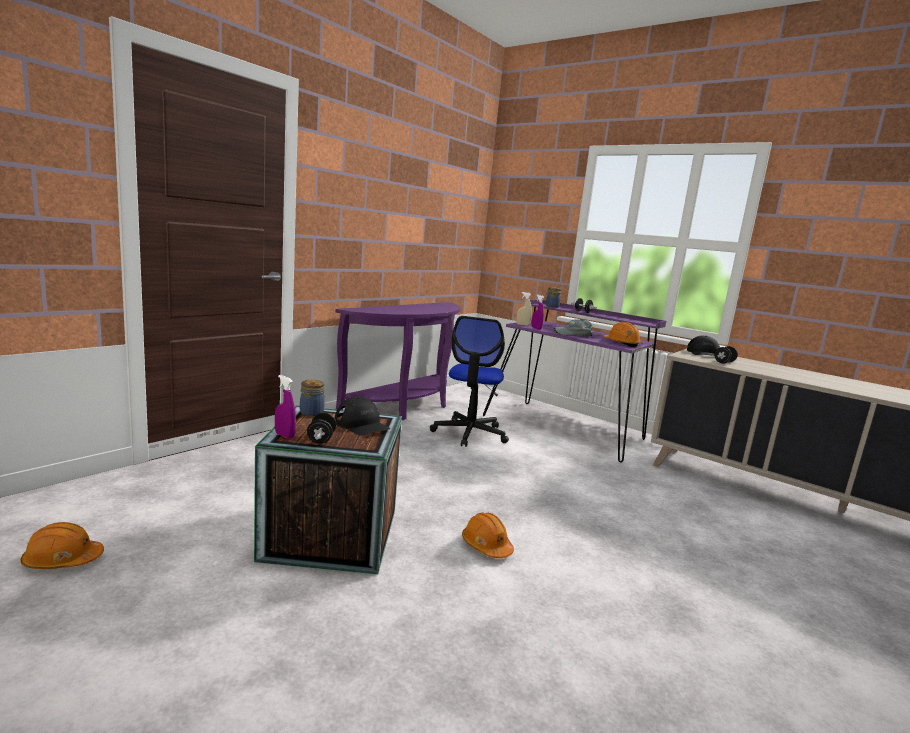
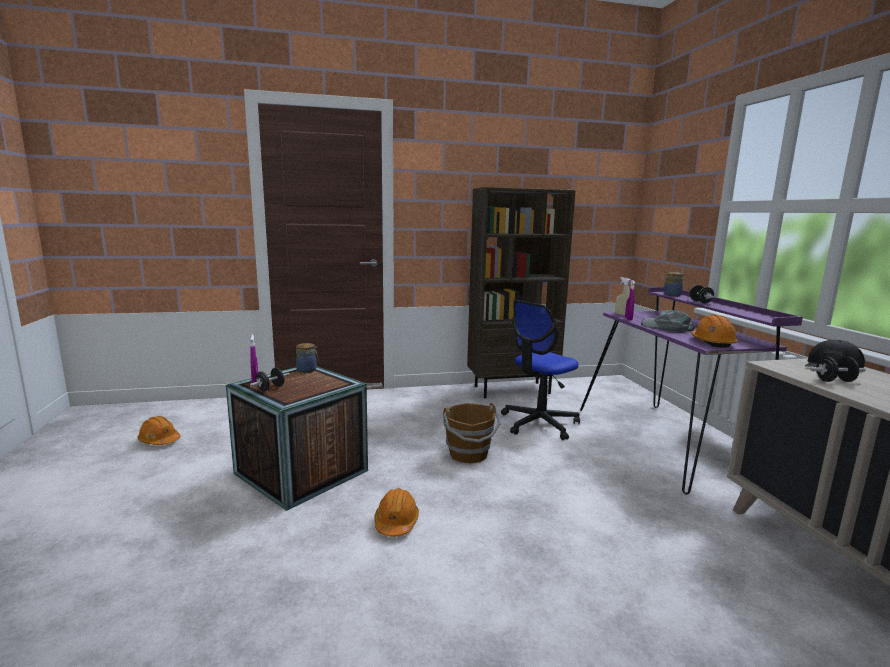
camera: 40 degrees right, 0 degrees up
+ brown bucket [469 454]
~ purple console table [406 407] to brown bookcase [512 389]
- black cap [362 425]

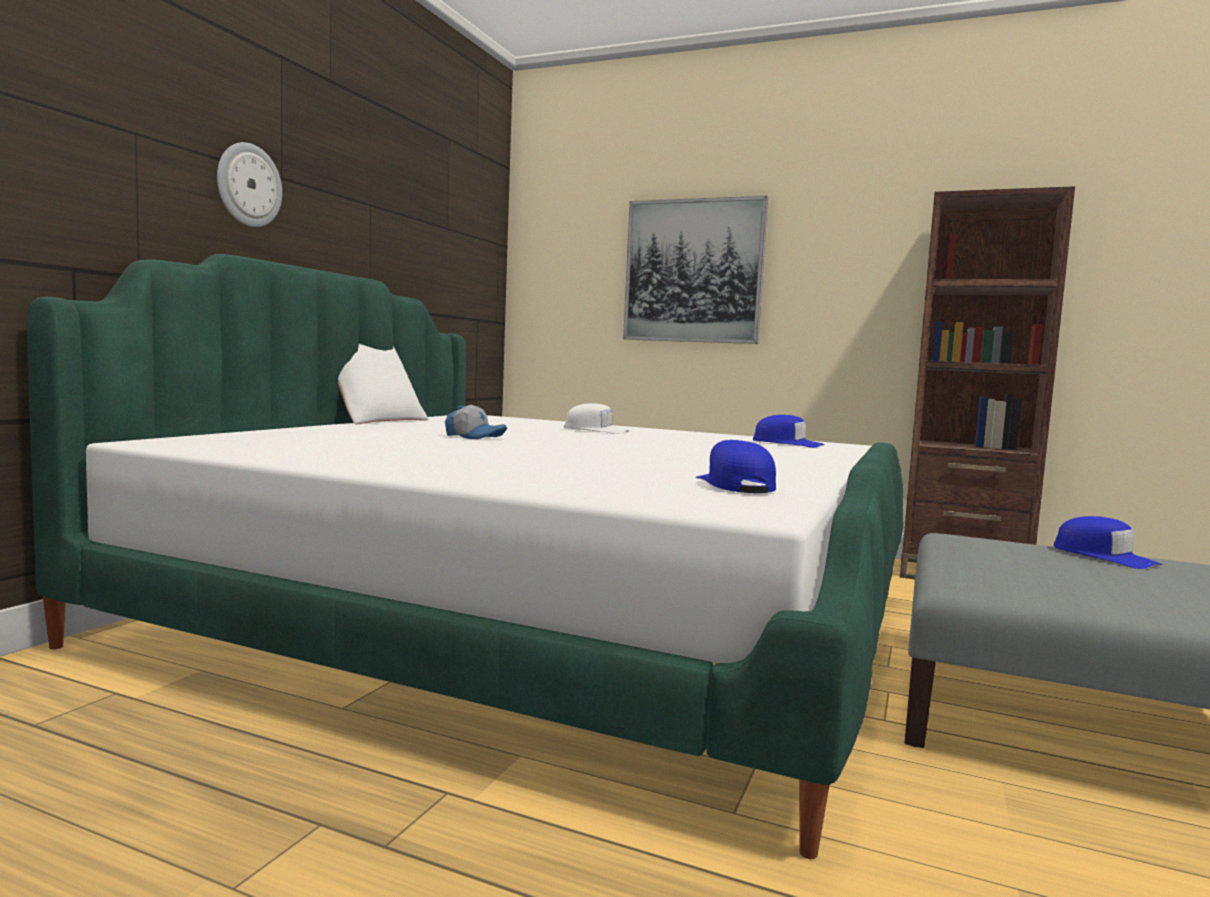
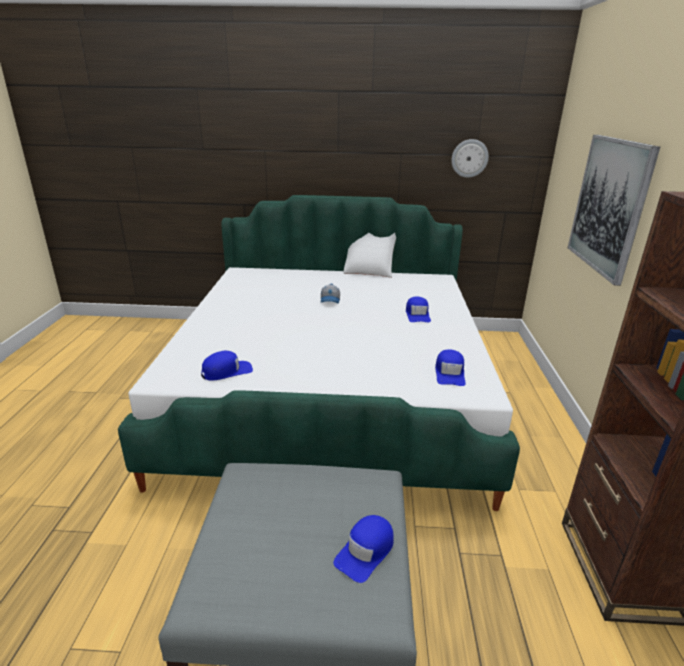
camera: 70 degrees right, 20 degrees up
~ white cap [596 430] to blue cap [417 314]
~ wall clock [248 185] to [469 158]

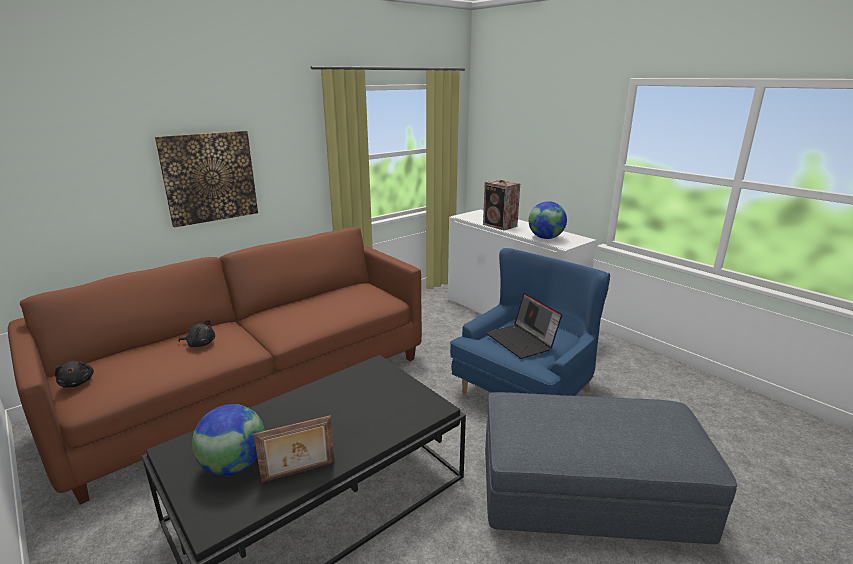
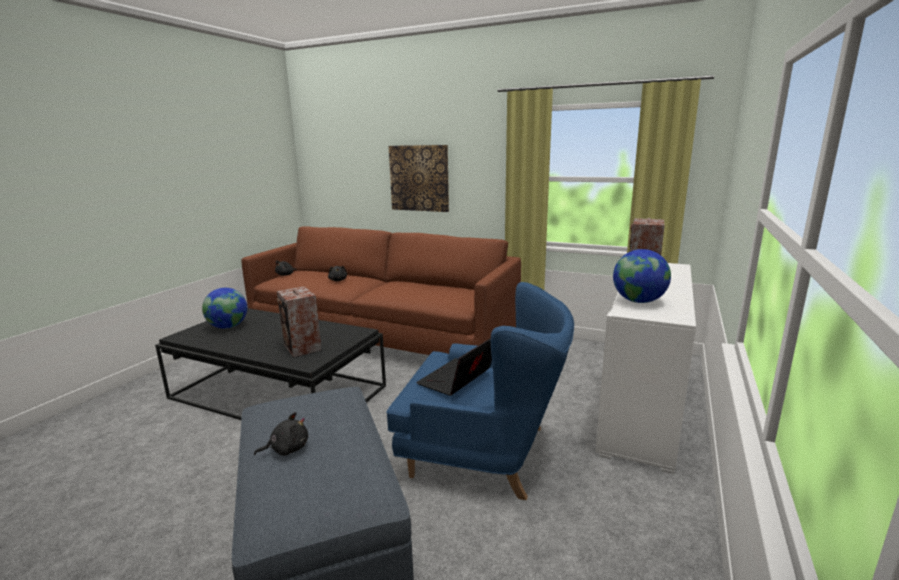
camera: 65 degrees right, 5 degrees down
+ black plush toy [287 449]
+ speaker [302 348]
- picture frame [299 472]

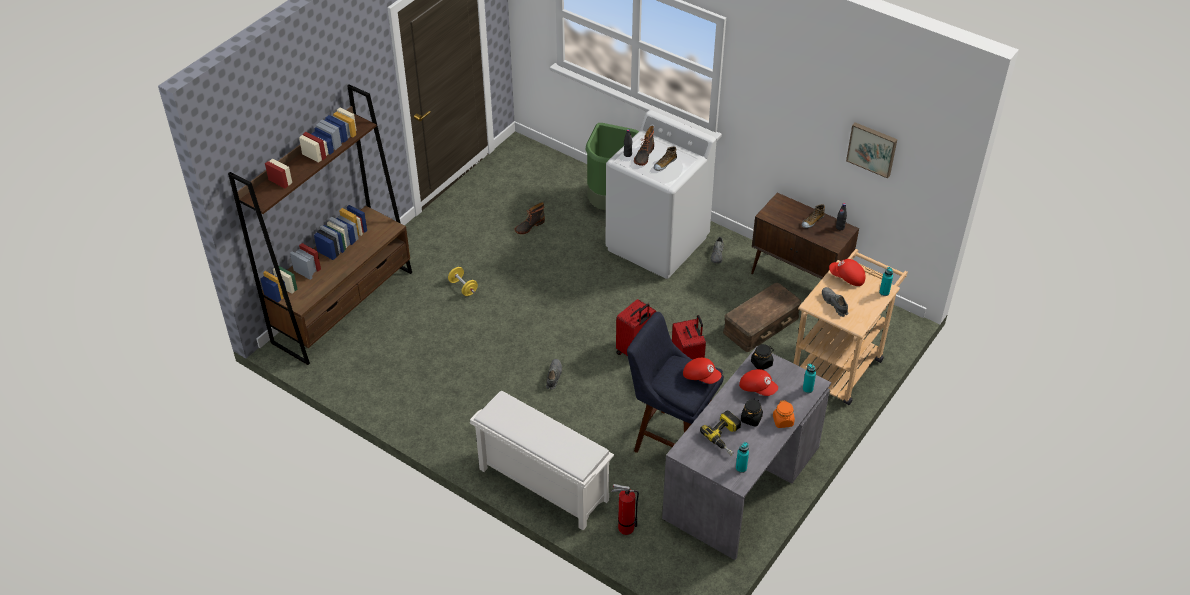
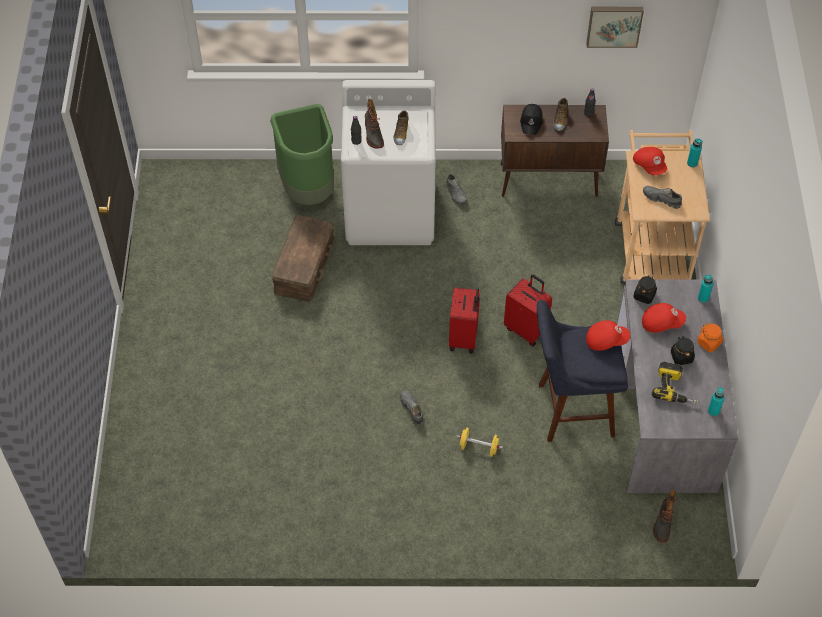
camera: 35 degrees left, 10 degrees up
~ brown storage box [760 324] to [303 265]
~ yellow dumbbell [463 287] to [479 447]
+ black cap [531 121]
~ red cap [847 278] = [649 165] 105 degrees counterclockwise
~ boot [529 226] to [663 523]
- brown bookcase [343 306]
- white shoe rack [541 484]
- fire extinguisher [624 527]

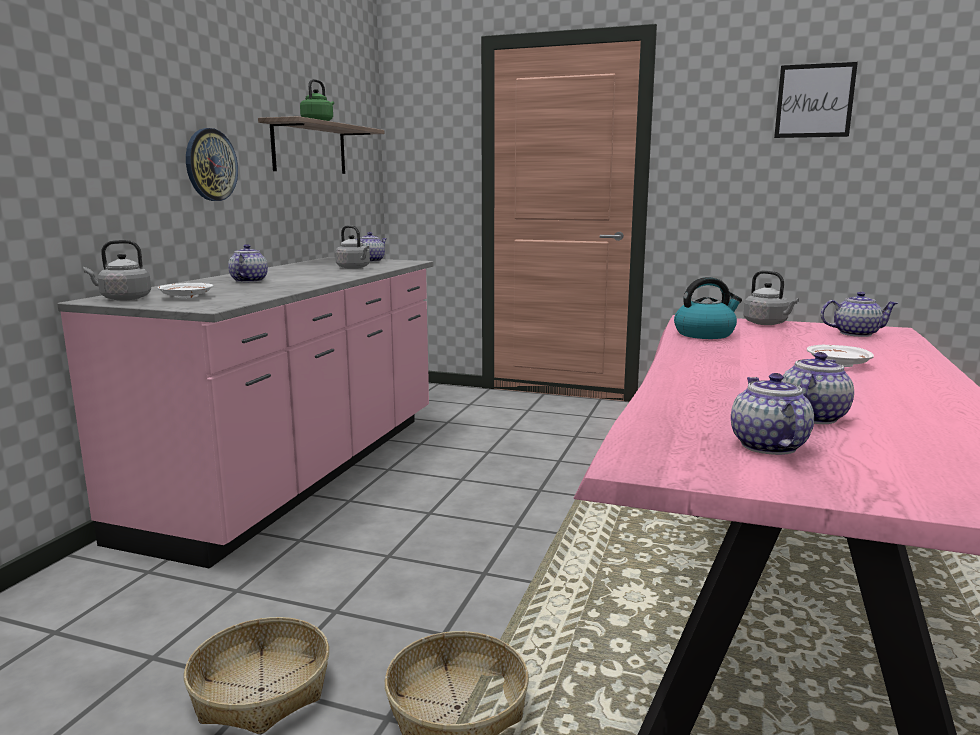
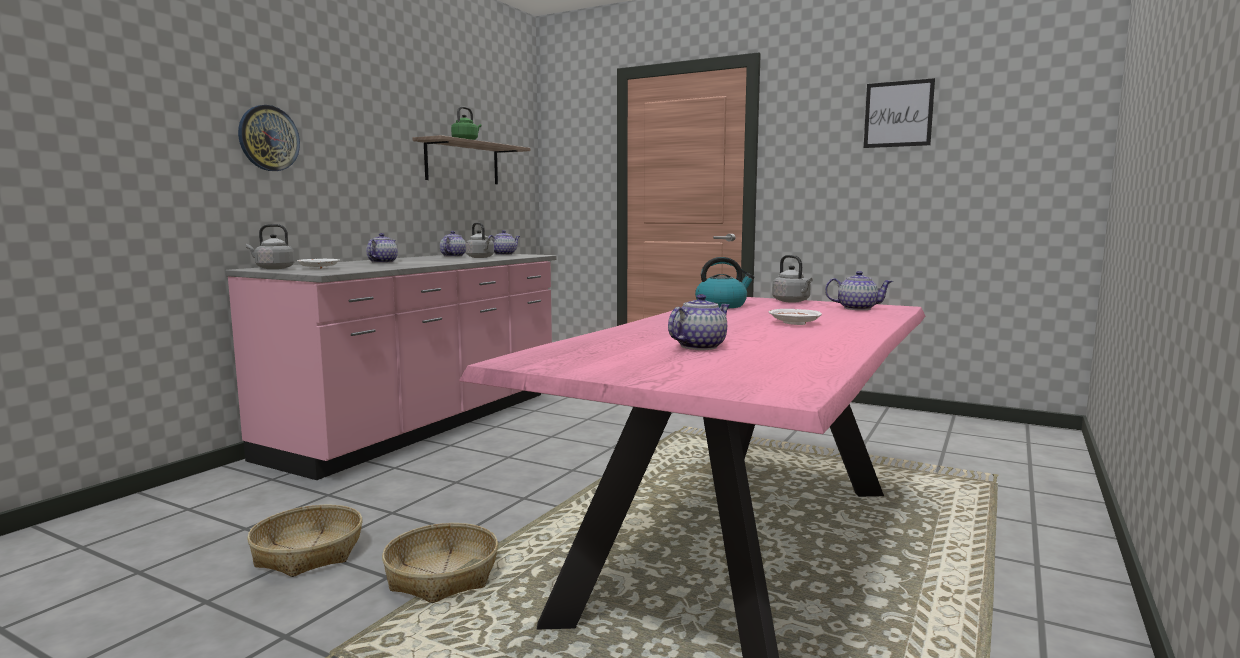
camera: 10 degrees right, 5 degrees down
~ wall clock [210 165] to [268 138]
~ teapot [766 445] to [453 256]

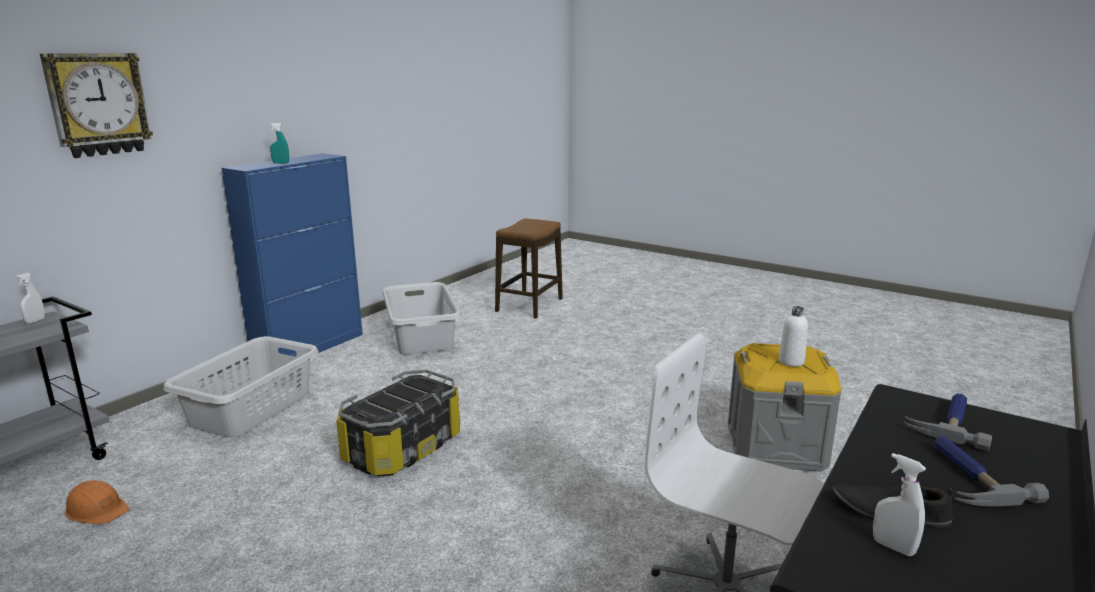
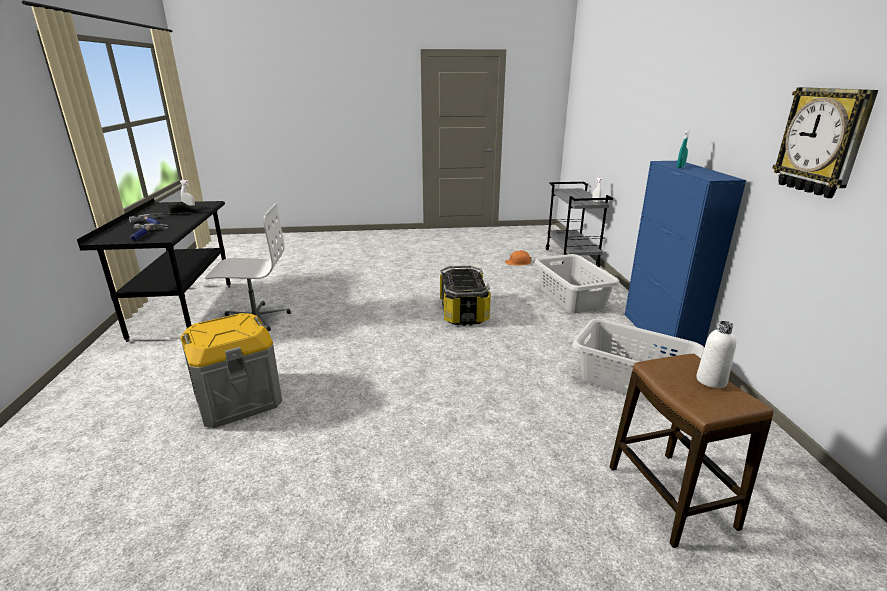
camera: 140 degrees right, 5 degrees up
~ white bottle [791 361] to [711 381]
~ wall clock [98 104] to [822 141]

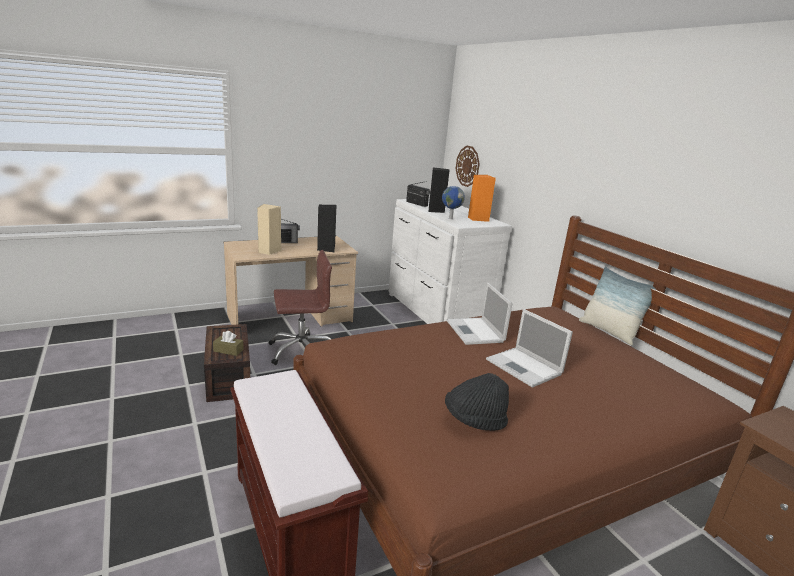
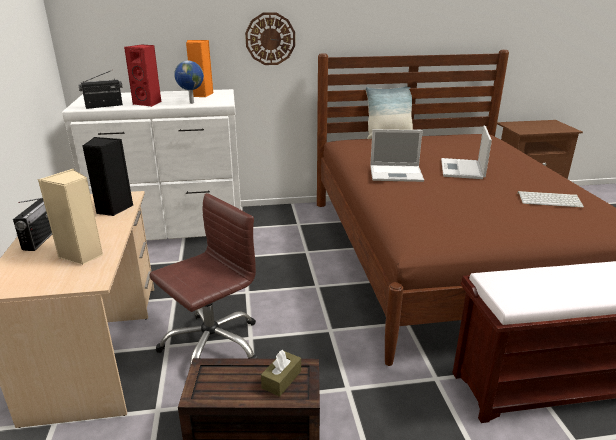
camera: 70 degrees left, 5 degrees up
~ black speaker [436 211] to red speaker [148 103]
~ brown office chair [301 351] = [211 345] 45 degrees clockwise
~ wall clock [467 166] to [270 39]
~ laptop [525 367] = [462 169] 120 degrees clockwise
~ black hat [474 420] to keyboard [550 200]

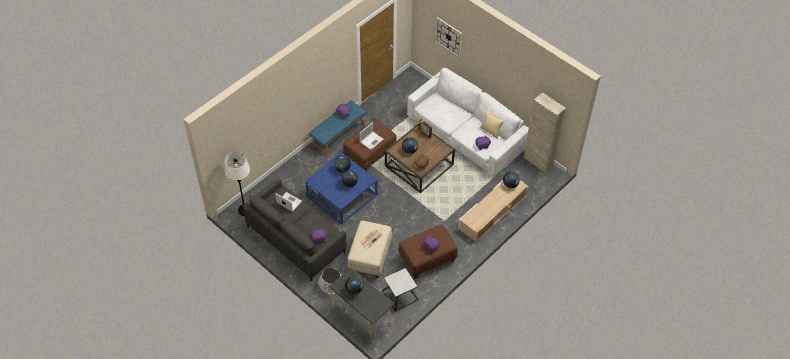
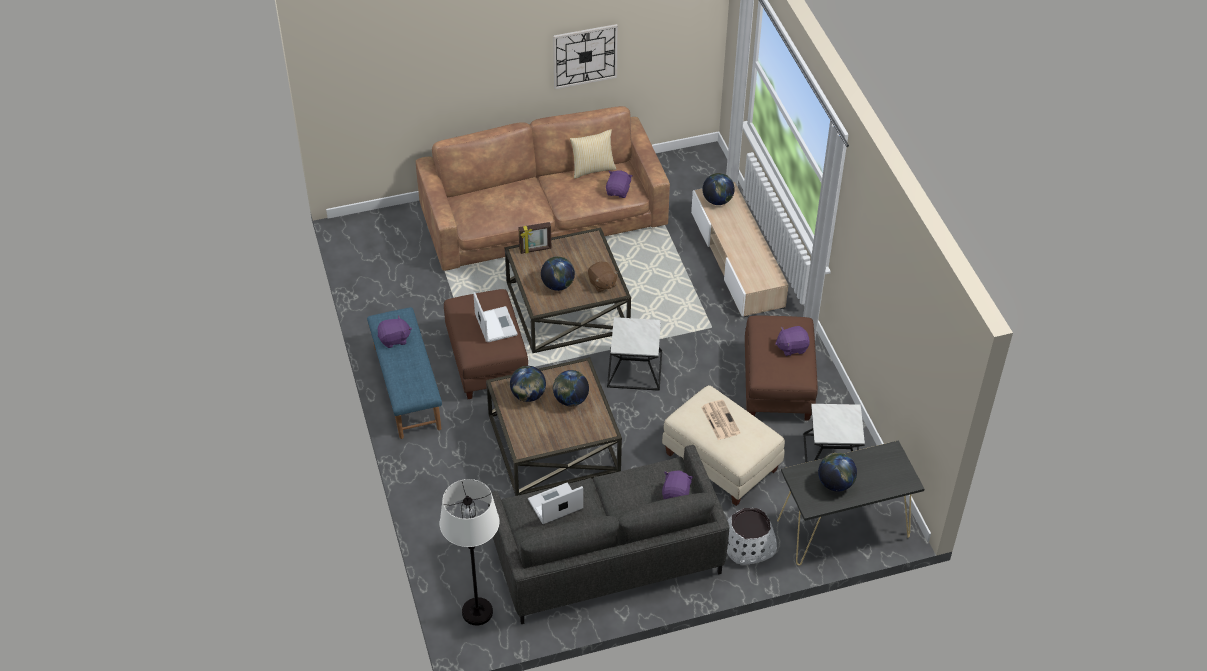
camera: 60 degrees left, 5 degrees down
~ white sofa [465 132] to brown sofa [543 216]
~ blue coffee table [341 195] to brown coffee table [554 443]
~ wall clock [448 36] to [585 56]
+ side table [635 369]
- beige cabinet [538 162]

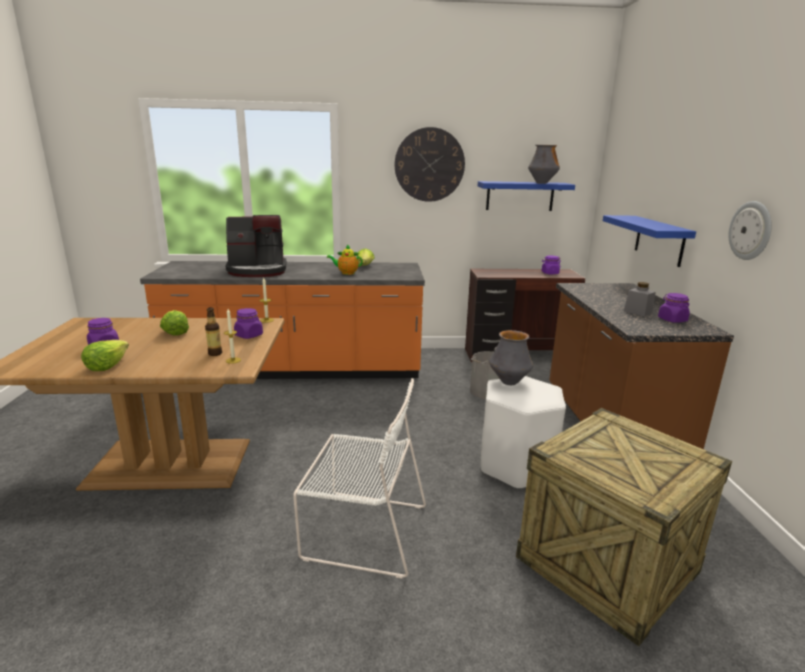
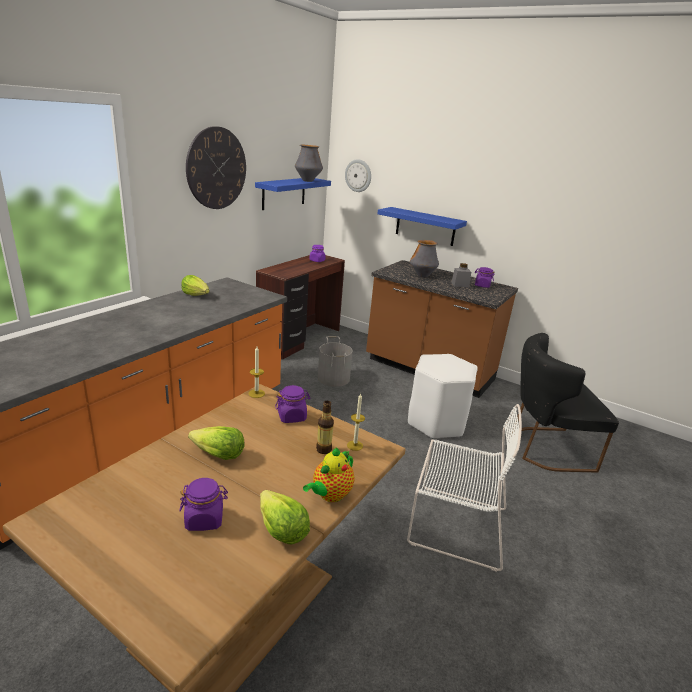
camera: 55 degrees left, 5 degrees up
~ teapot [346 273] to [330 495]
~ wall clock [751 230] to [358 175]
~ white chair [361 530] = [454 524] 60 degrees clockwise
~ vase [509 382] to [422 276]
~ crate [606 563] to black chair [544 448]
- coffee machine [258 271]

